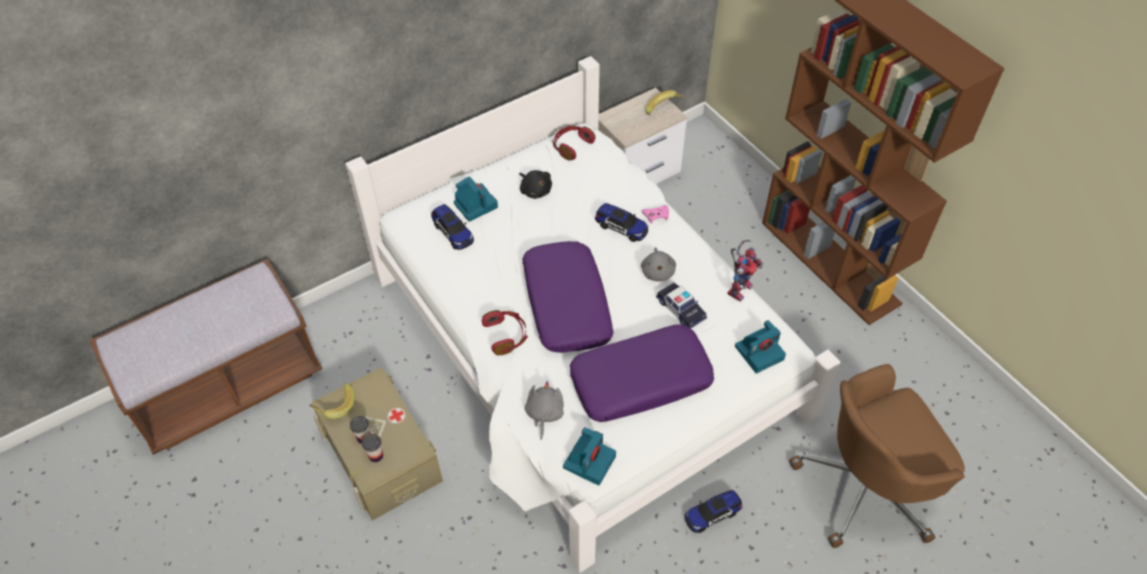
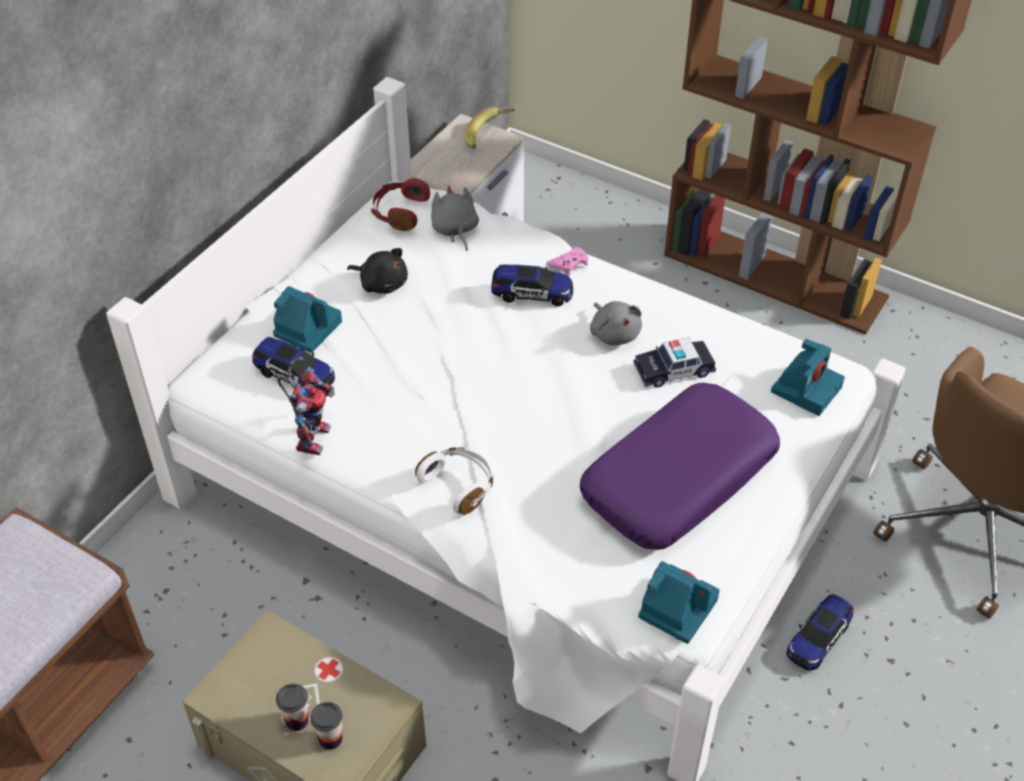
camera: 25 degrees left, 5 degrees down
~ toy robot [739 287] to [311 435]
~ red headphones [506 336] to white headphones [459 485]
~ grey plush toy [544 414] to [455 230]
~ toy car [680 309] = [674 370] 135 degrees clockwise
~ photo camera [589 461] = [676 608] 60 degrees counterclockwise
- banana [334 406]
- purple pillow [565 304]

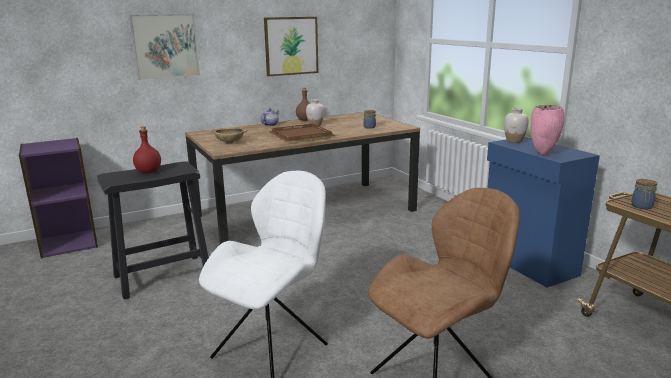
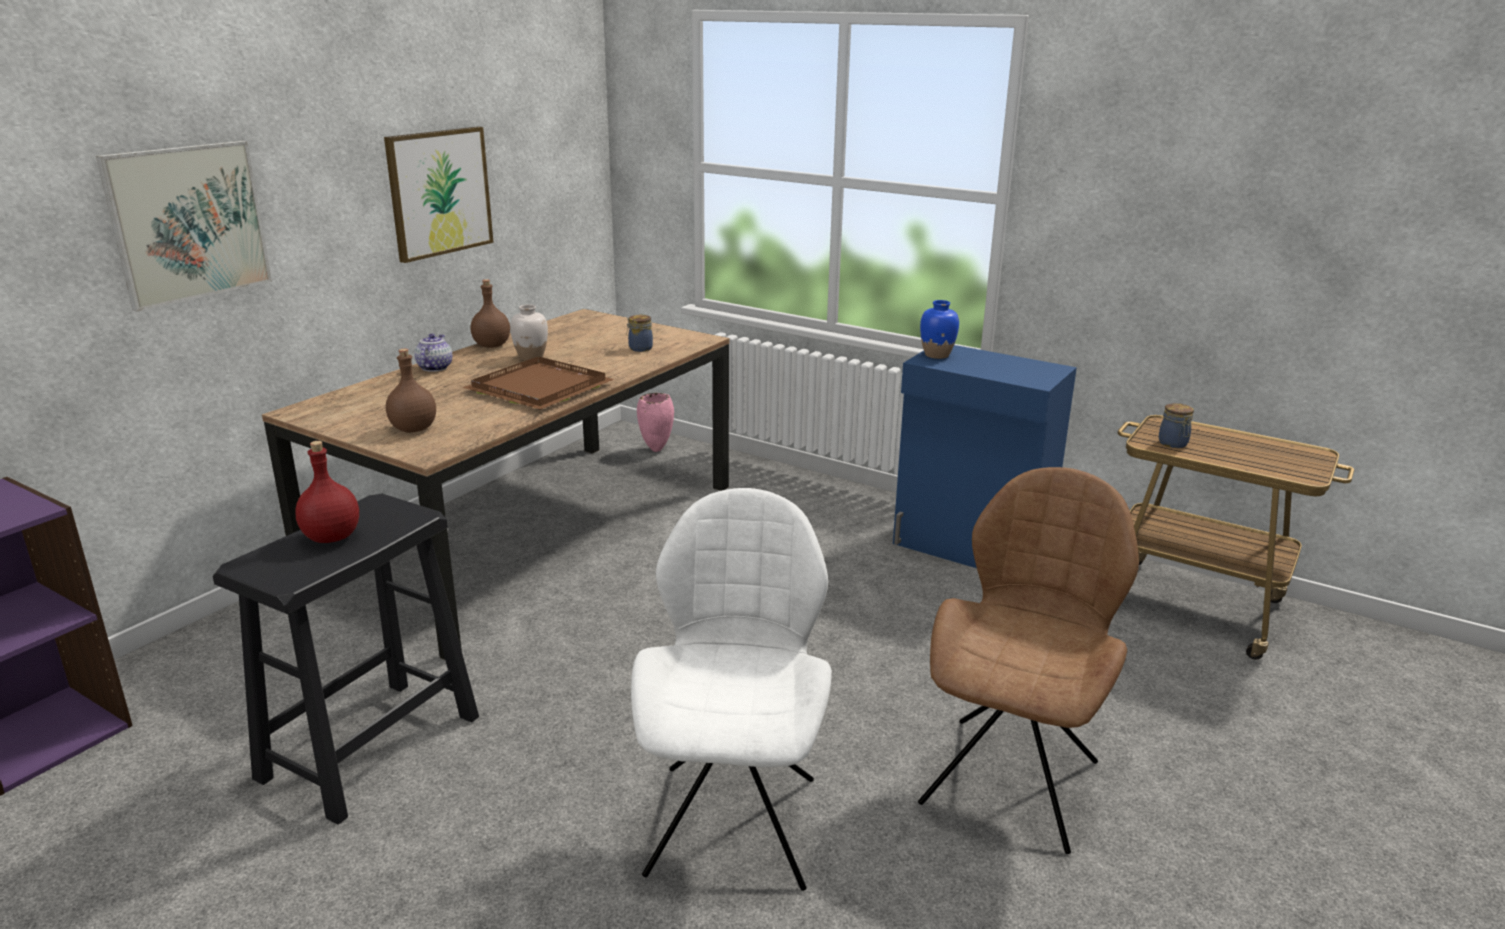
camera: 30 degrees left, 5 degrees up
~ beige bowl [229 142] to brown bottle [413 429]
~ pink vase [543 154] to [656 450]
~ white vase [514 141] to blue vase [937 355]

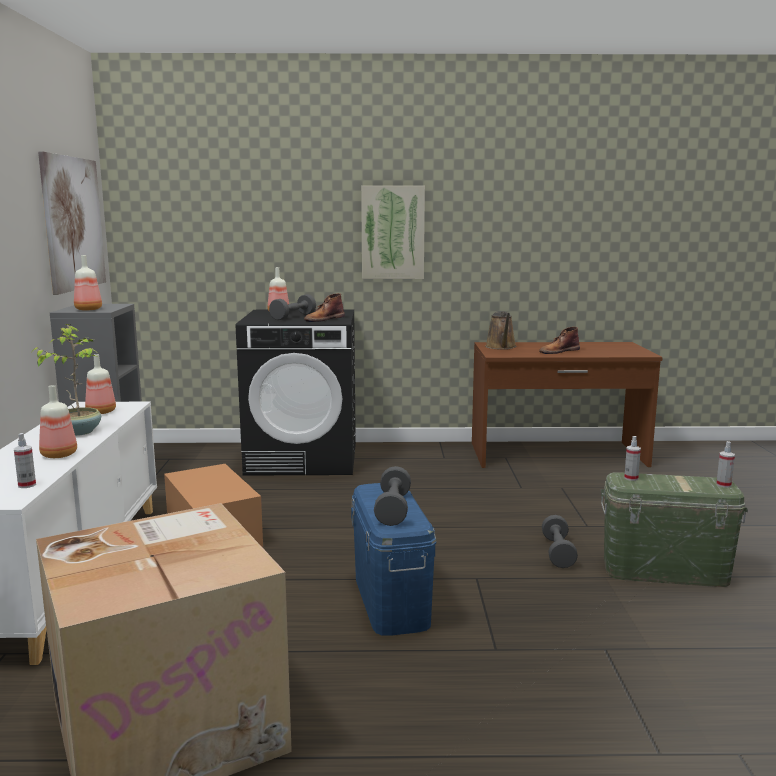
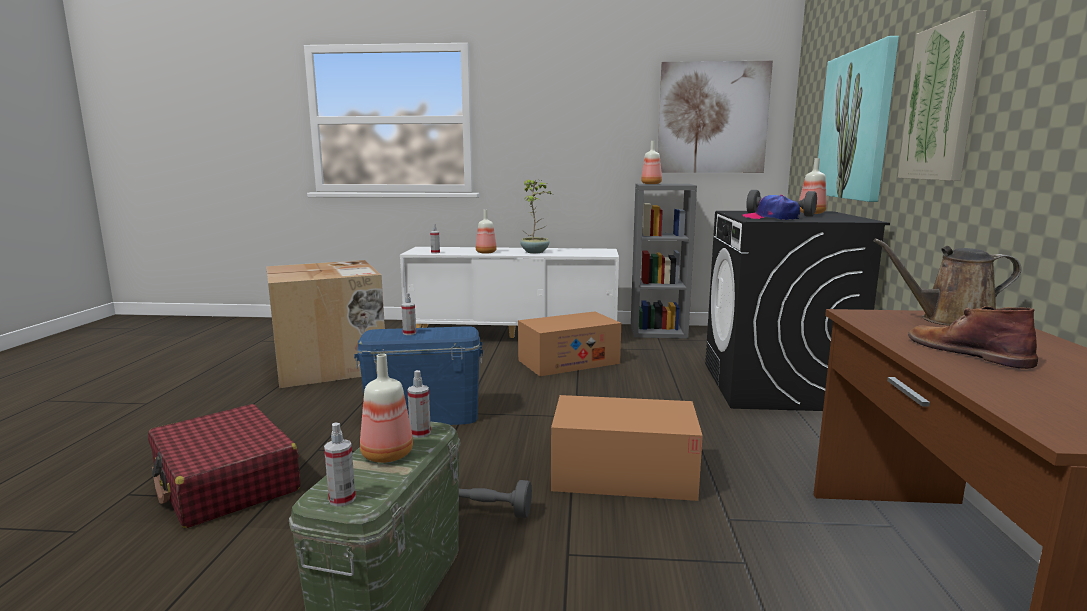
camera: 95 degrees right, 0 degrees up
+ red suitcase [226 482]
~ bottle [101 412] to [385 455]
~ grey dumbbell [393 509] to spray bottle [409 333]
+ cardboard box [623 474]
~ brown boot [323 319] to cap [771 218]
+ picture [856 125]

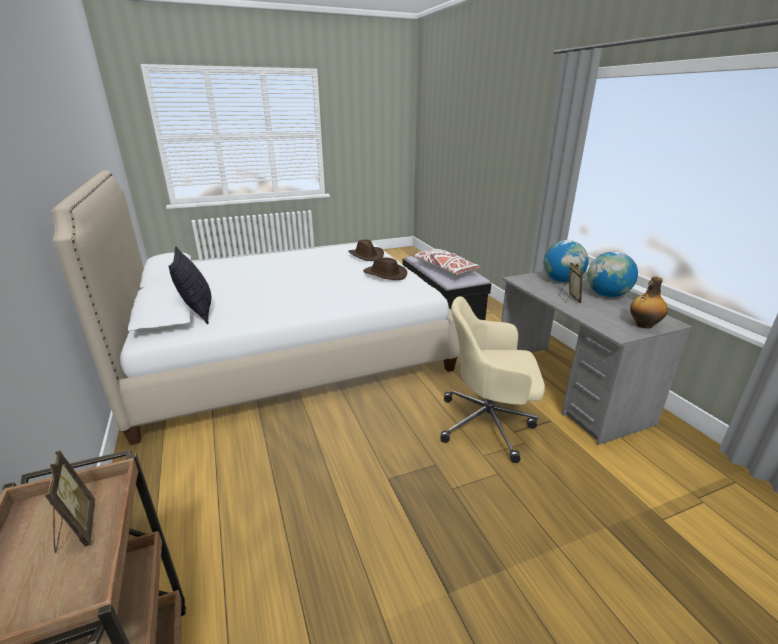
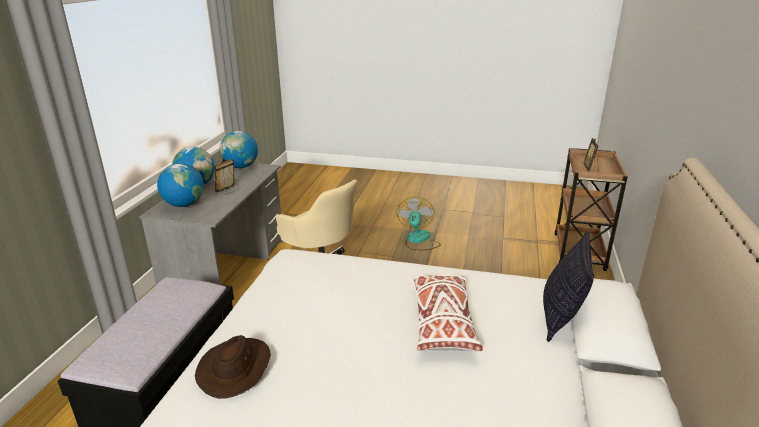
camera: 145 degrees left, 0 degrees up
~ bottle [643 325] to globe [241 167]
+ fan [418 240]
~ white pillow [445 269] to [443 321]
- brown hat [384 274]

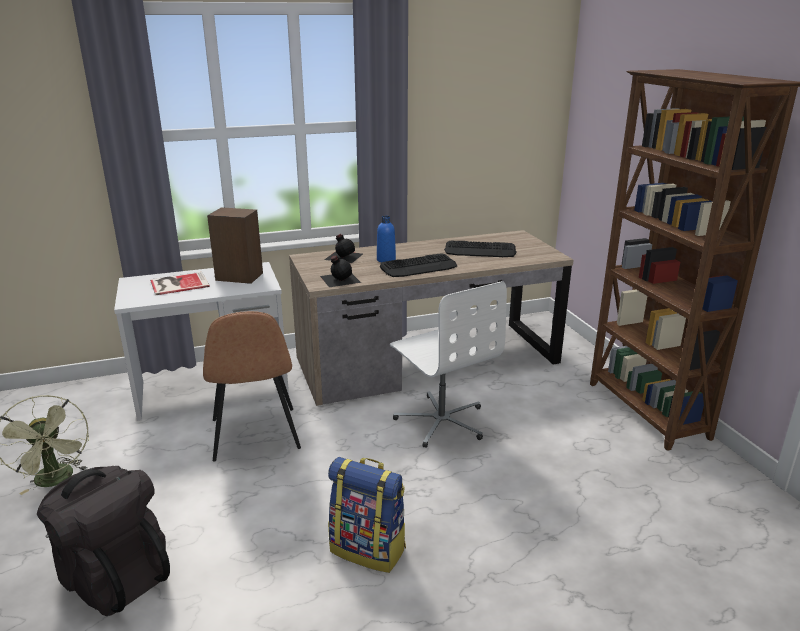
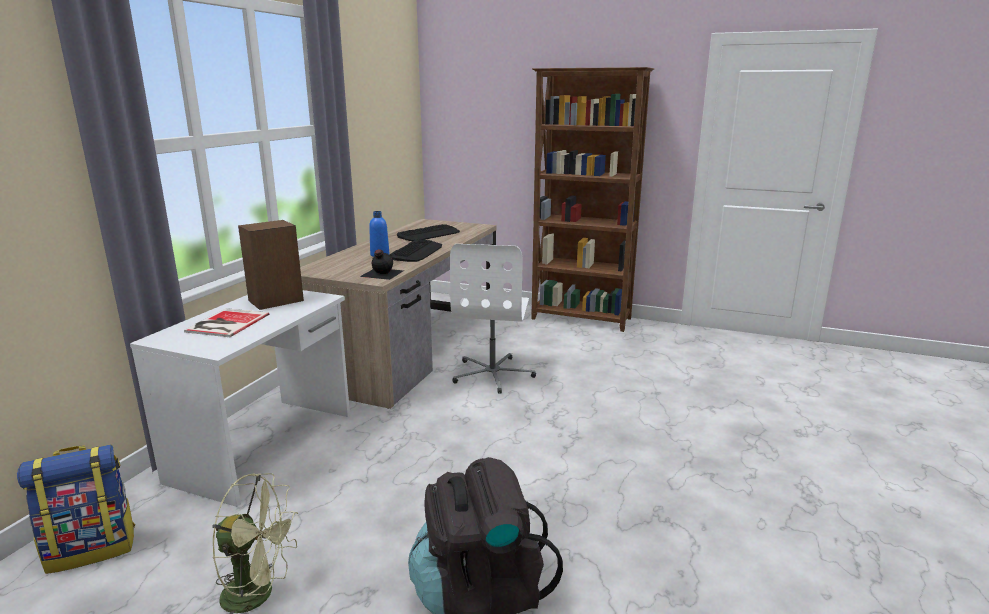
camera: 50 degrees left, 5 degrees down
~ backpack [369 549] to [92 548]
~ white office chair [441 421] = [493 374] 90 degrees clockwise
- brown chair [255 435]
- black bottle [343 256]

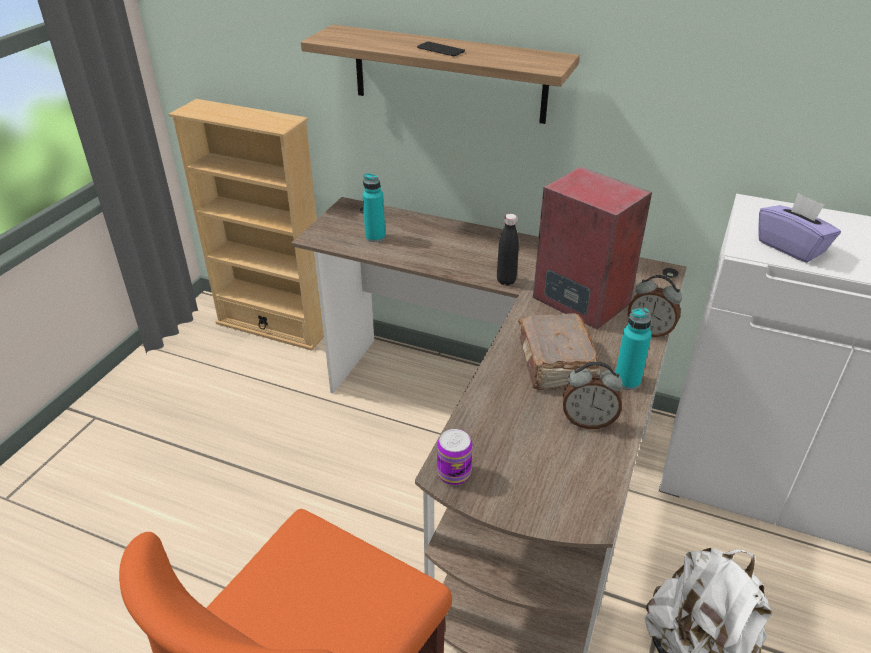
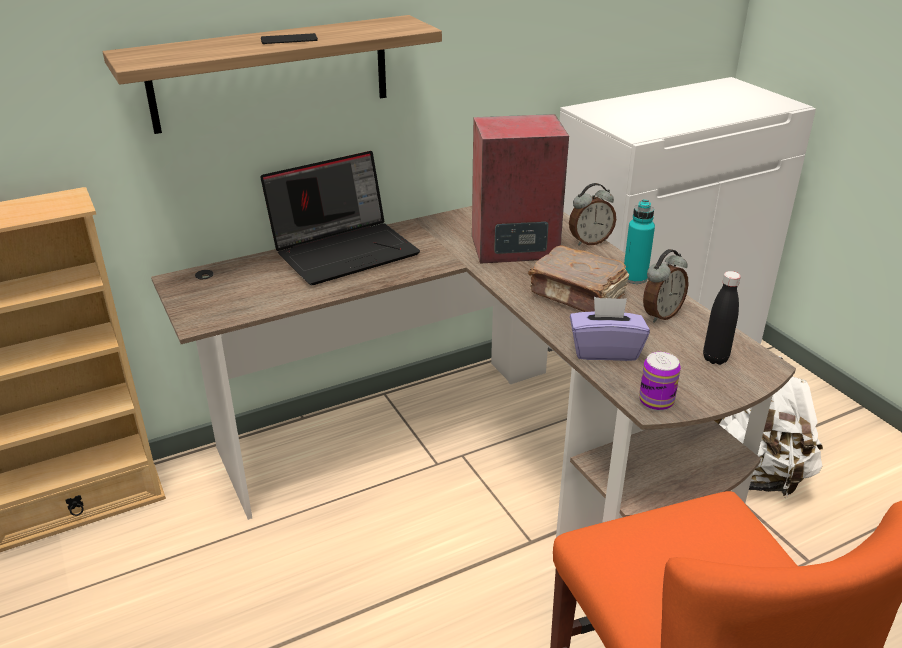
camera: 50 degrees left, 5 degrees down
+ laptop [345 250]
~ purple tissue box [791 247] to [605 350]
~ black bottle [506 281] to [715 358]
- turquoise bottle [375 237]

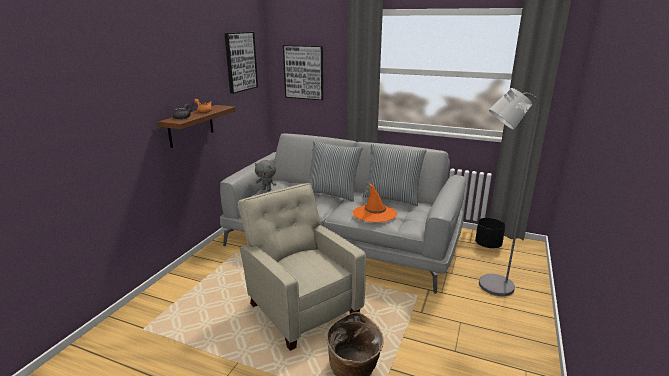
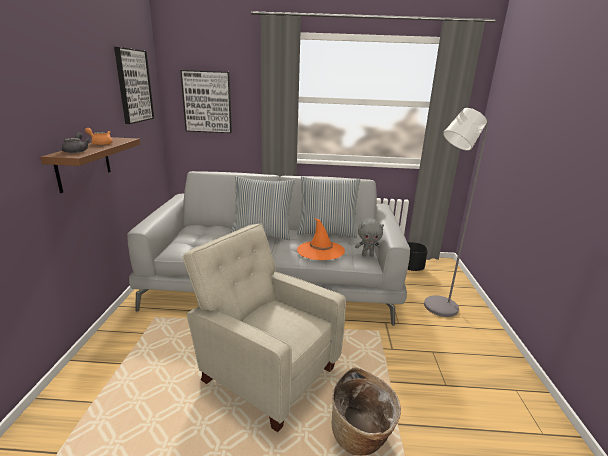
camera: 20 degrees left, 0 degrees up
~ grey plush toy [267 189] to [367 255]

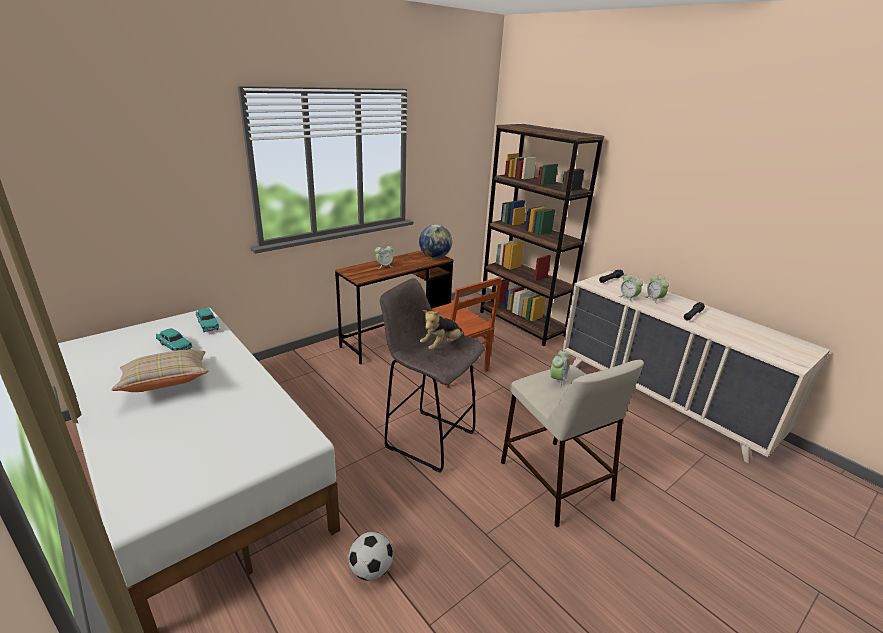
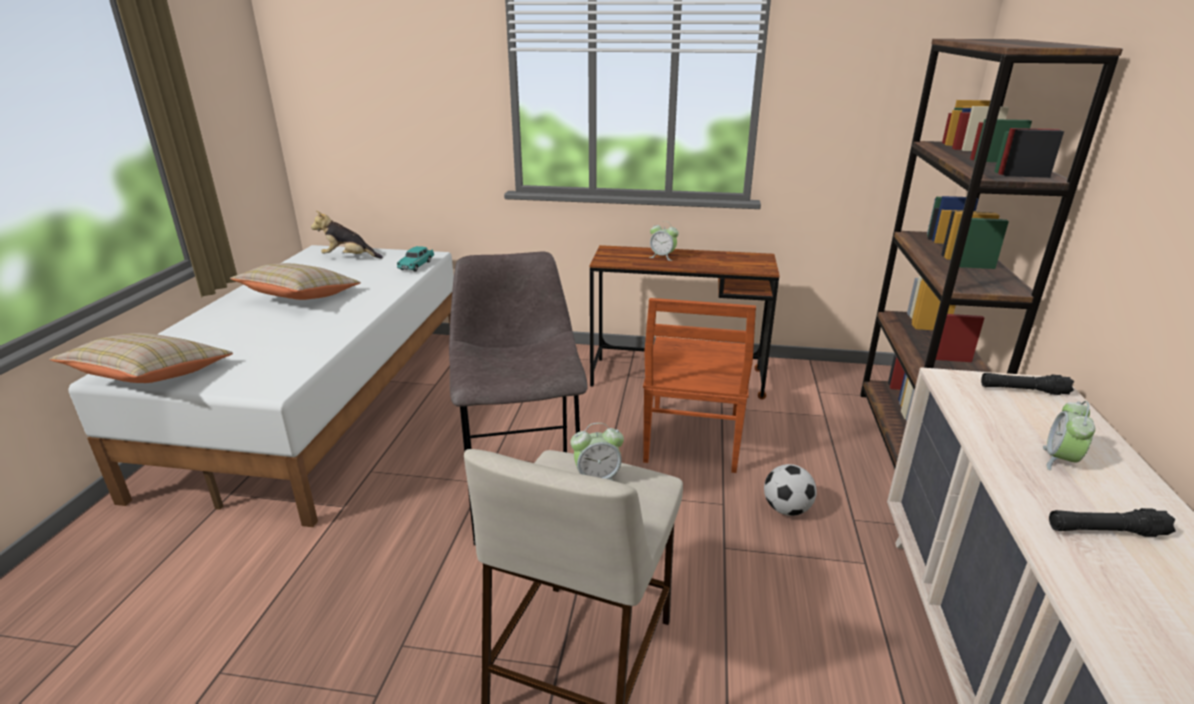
camera: 50 degrees right, 0 degrees up
+ beige pillow [152 377]
~ plush toy [442 345] to [349 258]
~ football [371 570] to [786 509]
- turquoise toy car [175 346]
- globe [435 257]
- alarm clock [628 298]

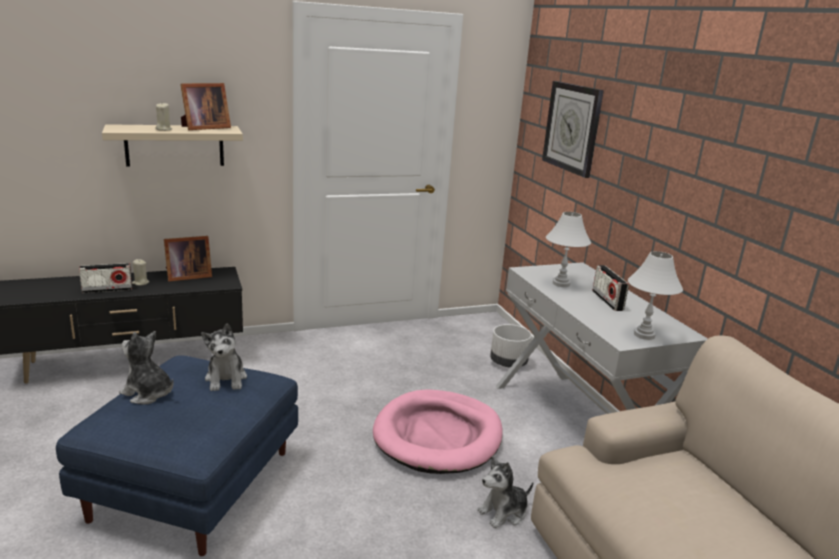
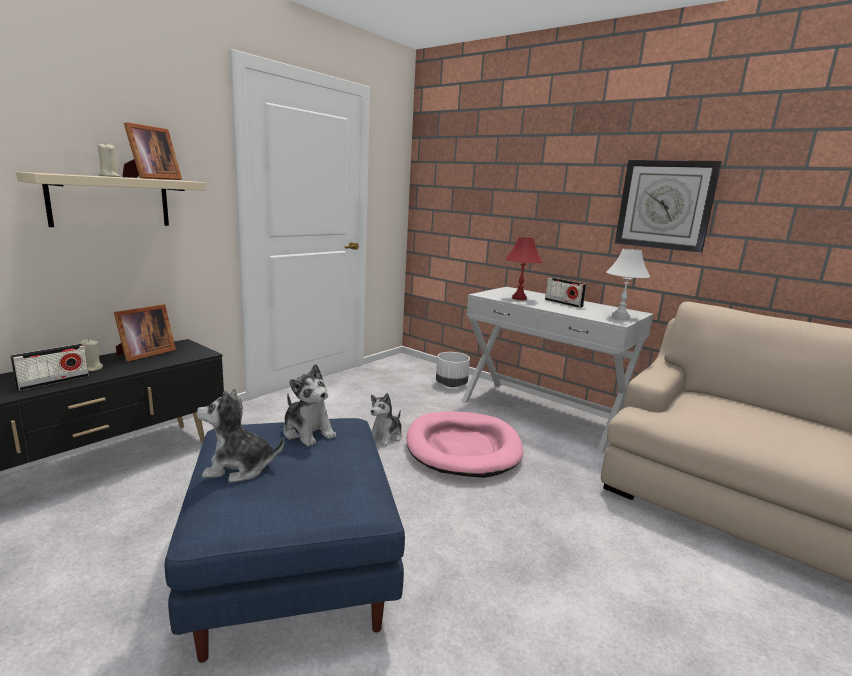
camera: 30 degrees left, 5 degrees down
~ plush toy [503 512] to [386 436]
~ white table lamp [561 284] to red table lamp [519 298]
~ wall clock [572 127] to [665 205]

